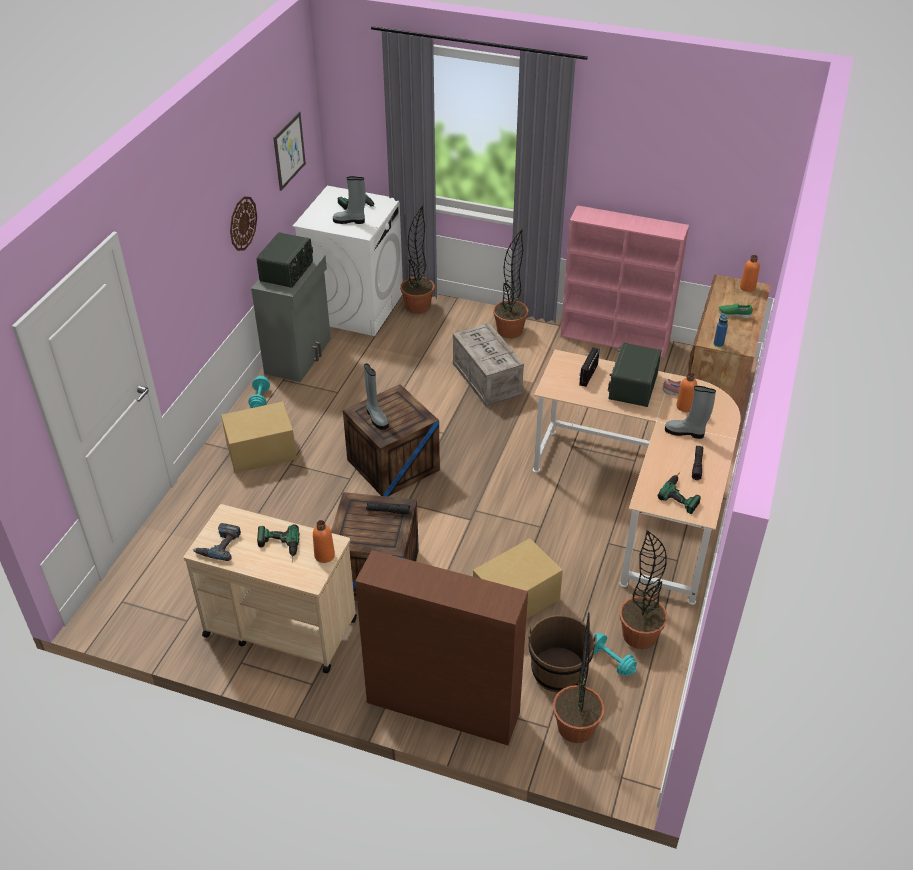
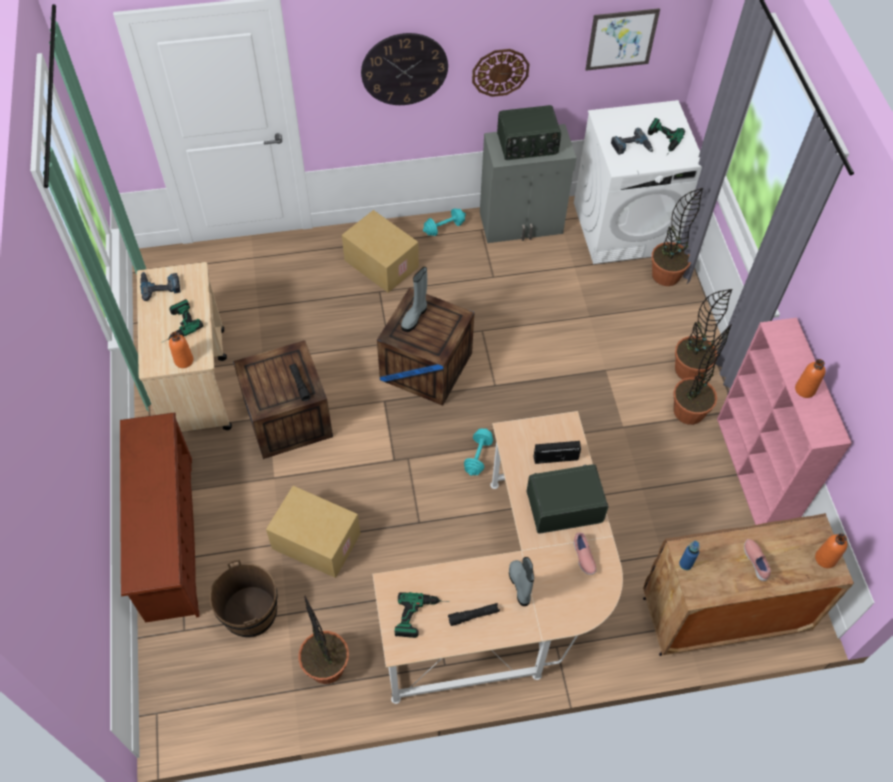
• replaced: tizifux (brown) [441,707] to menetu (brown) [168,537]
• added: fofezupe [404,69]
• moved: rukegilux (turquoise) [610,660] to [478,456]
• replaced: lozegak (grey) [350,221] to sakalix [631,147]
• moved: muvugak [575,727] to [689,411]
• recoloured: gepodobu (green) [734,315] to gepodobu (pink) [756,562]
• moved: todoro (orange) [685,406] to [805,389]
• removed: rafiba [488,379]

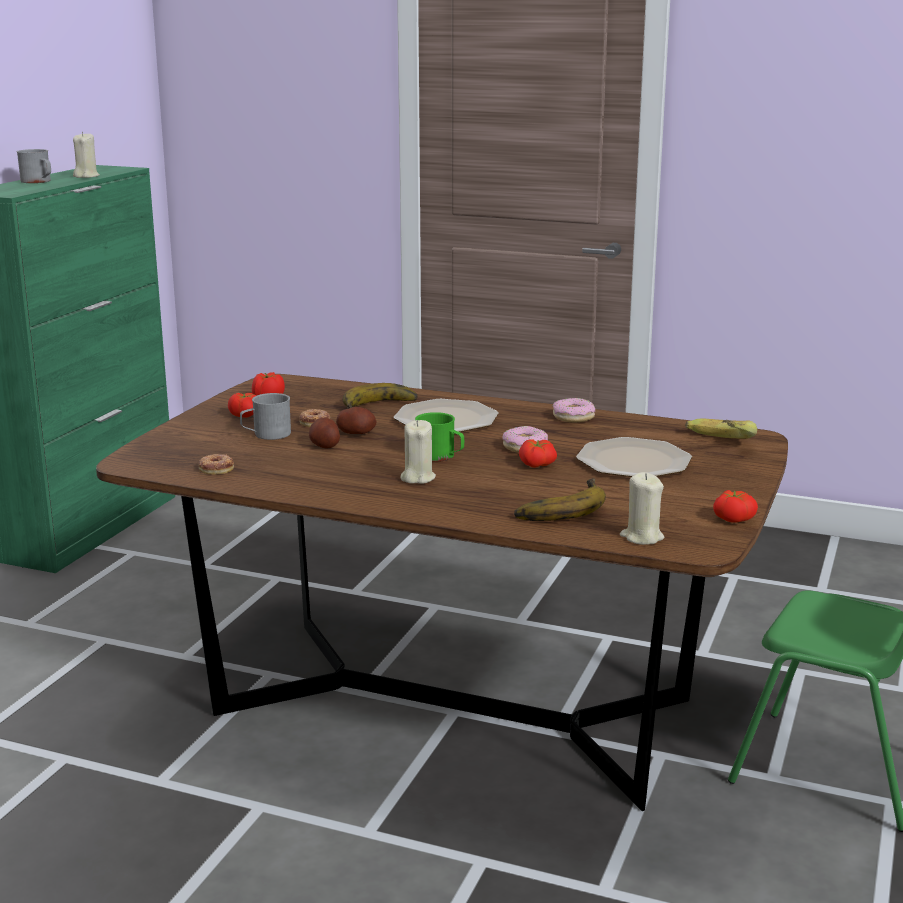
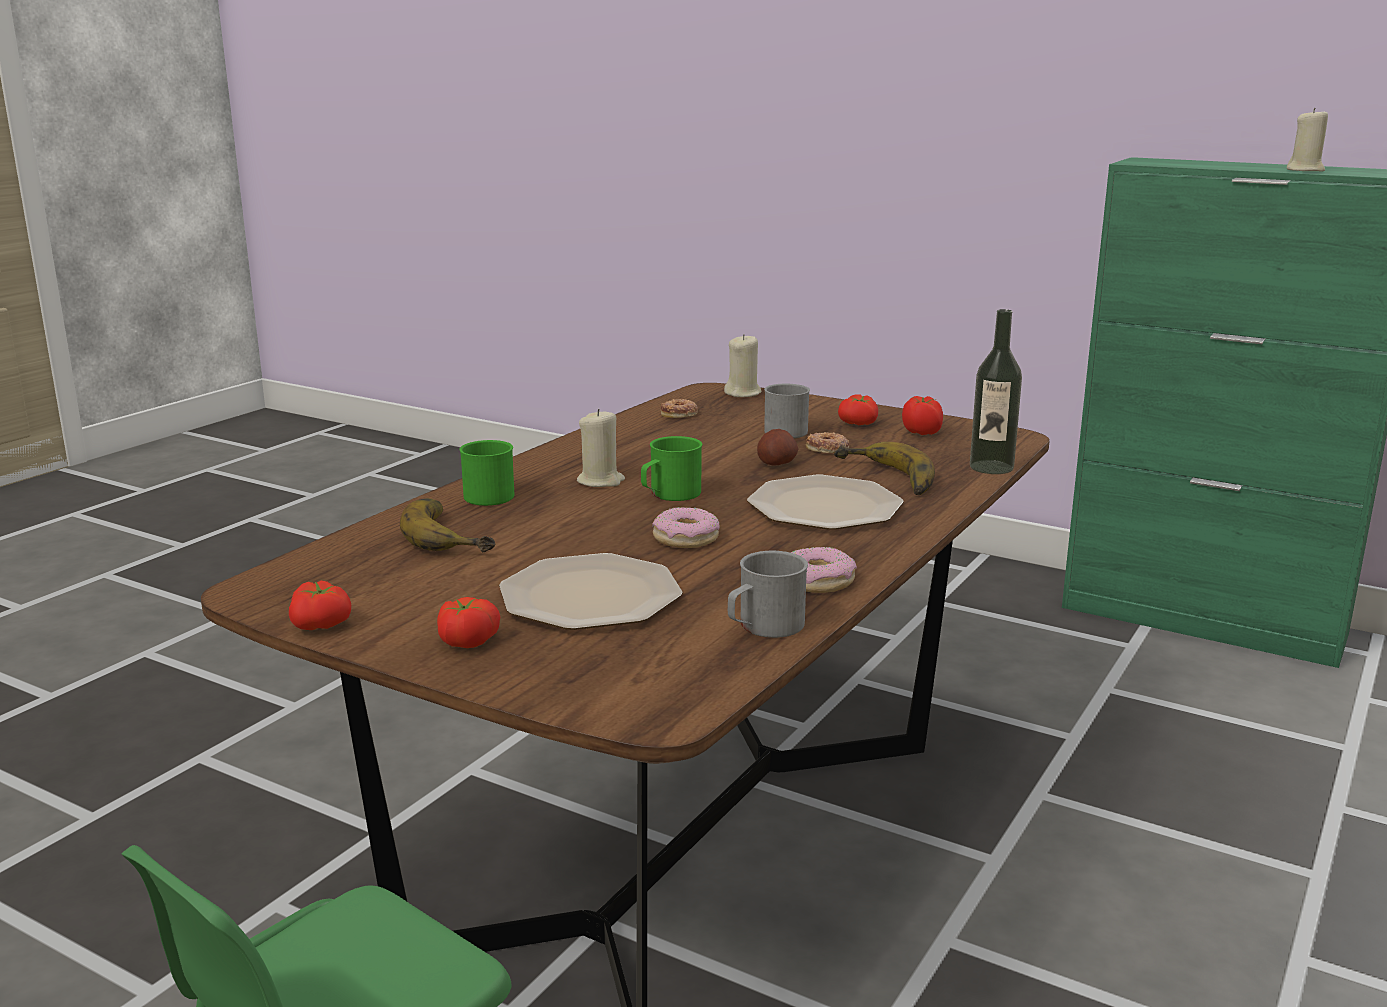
• moved: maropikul [536,465] to [466,641]
• added: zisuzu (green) [488,494]
• moved: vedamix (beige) [642,537] to [743,393]
• moved: zisuzu (grey) [38,181] to [764,627]
• added: todoro [991,467]
• removed: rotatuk [324,445]
• removed: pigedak [716,446]

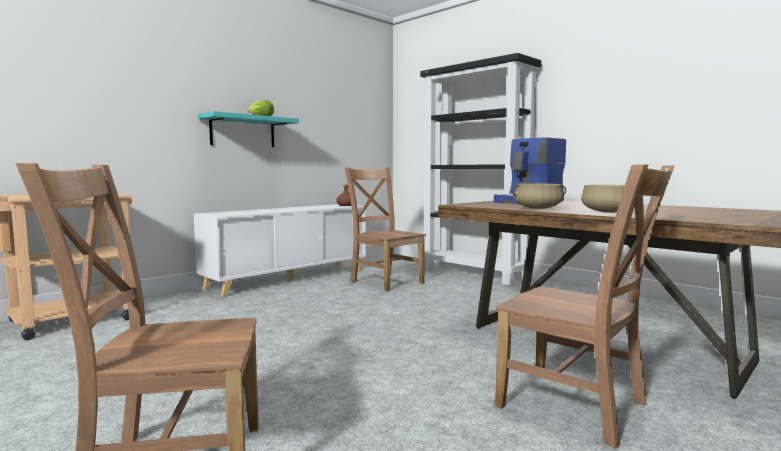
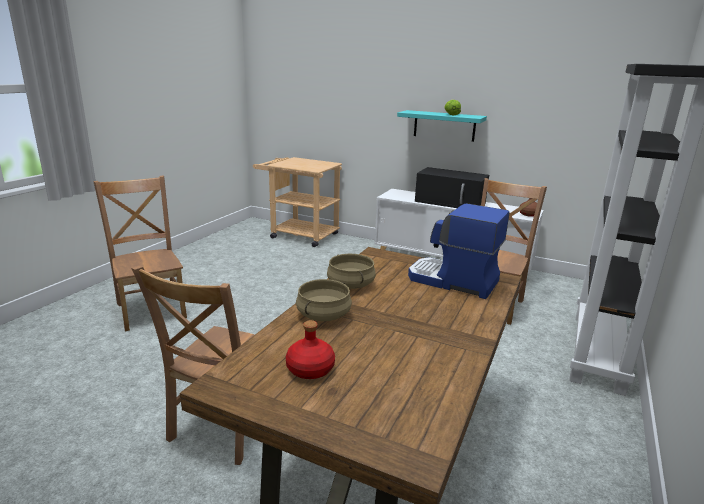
• added: todoro (red) [309,369]
• added: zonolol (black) [451,202]

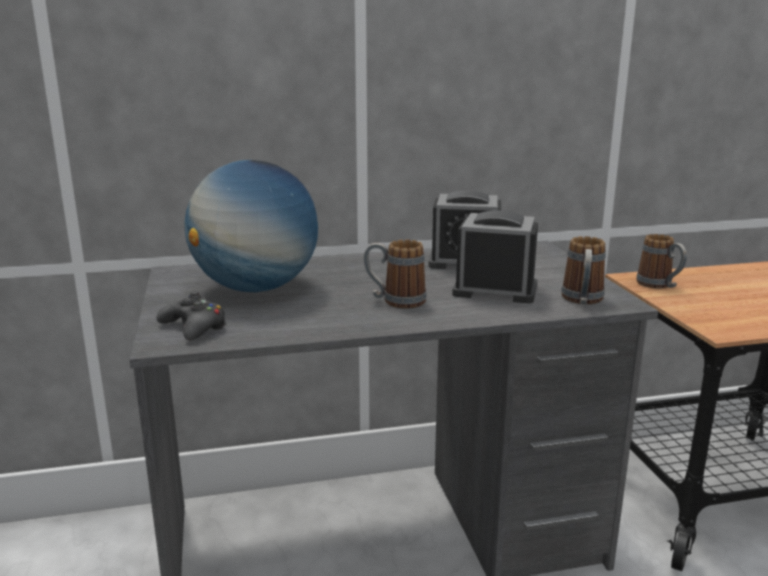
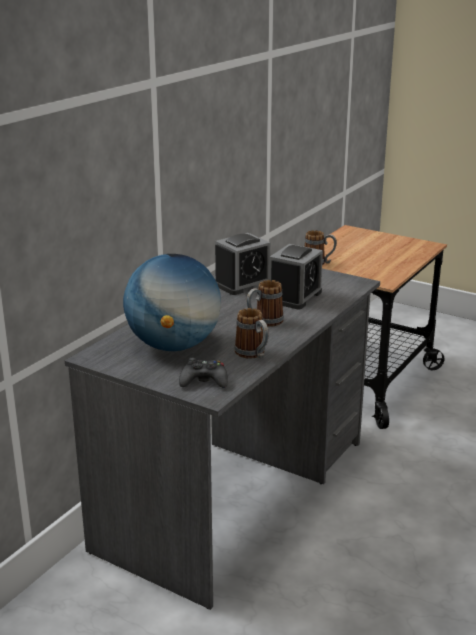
• moved: zisuzu [582,301] to [253,355]
• turned: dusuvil [495,290] = [295,296] 150 degrees clockwise

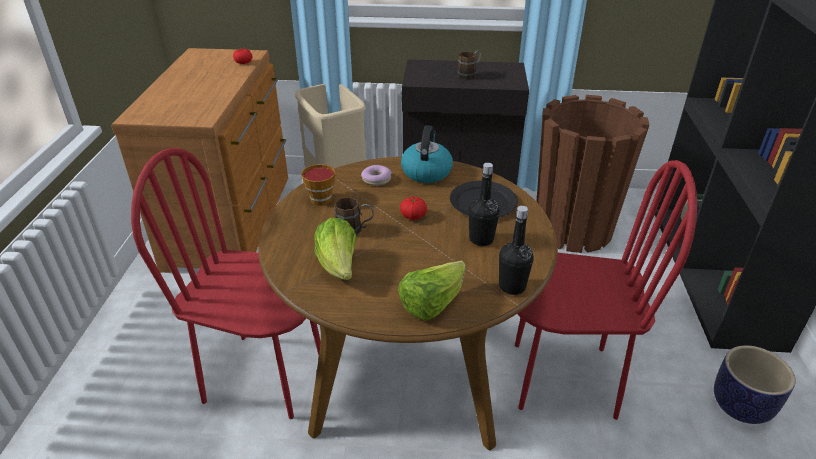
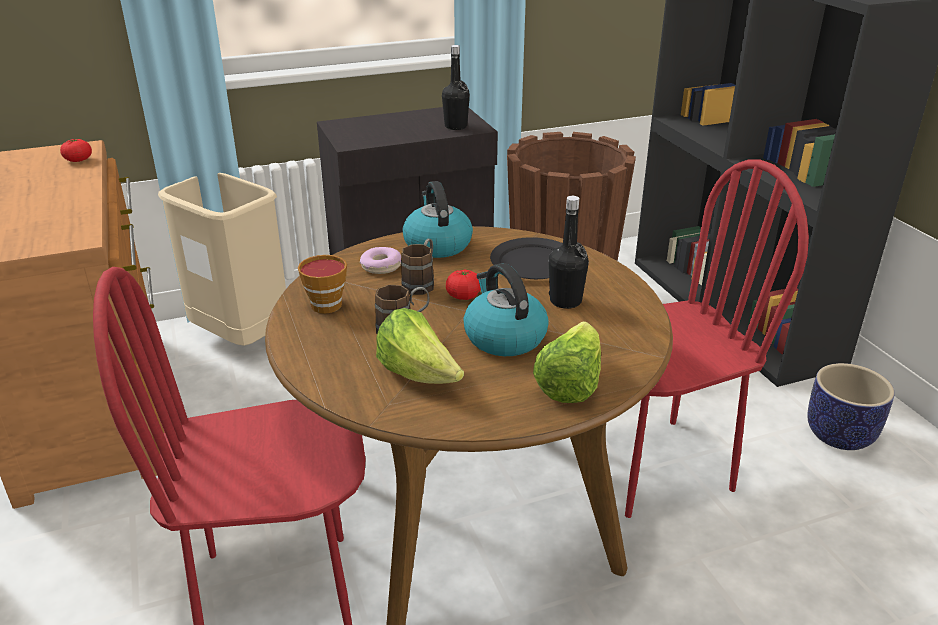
• moved: zisuzu (brown) [469,75] to [421,283]
• moved: todoro (black) [512,286] to [456,126]
• added: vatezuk [503,337]

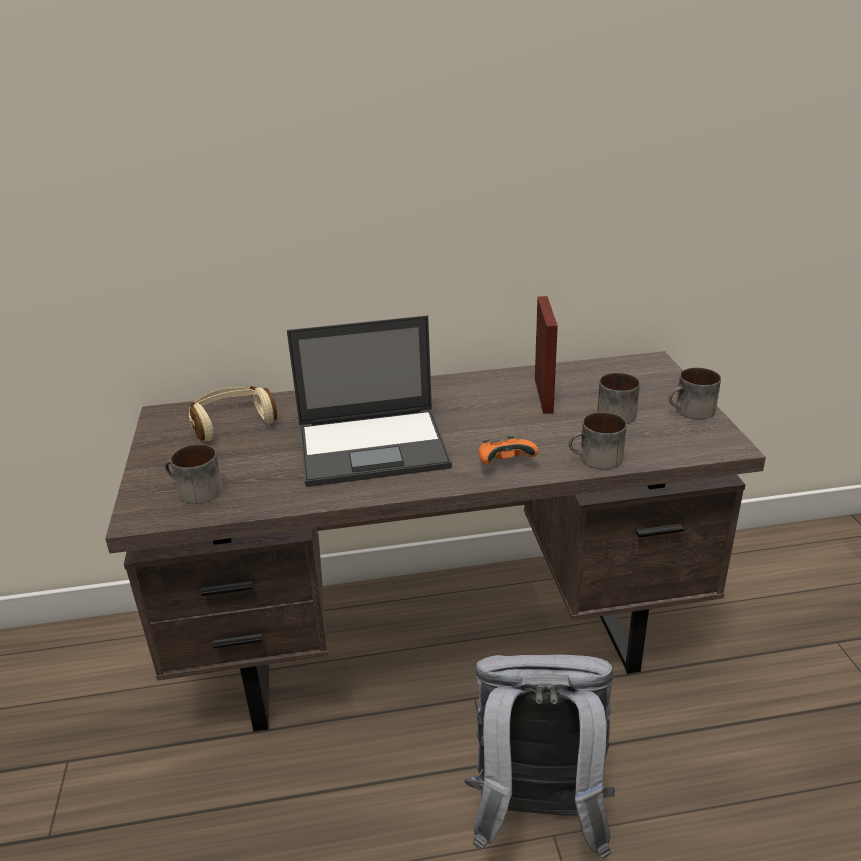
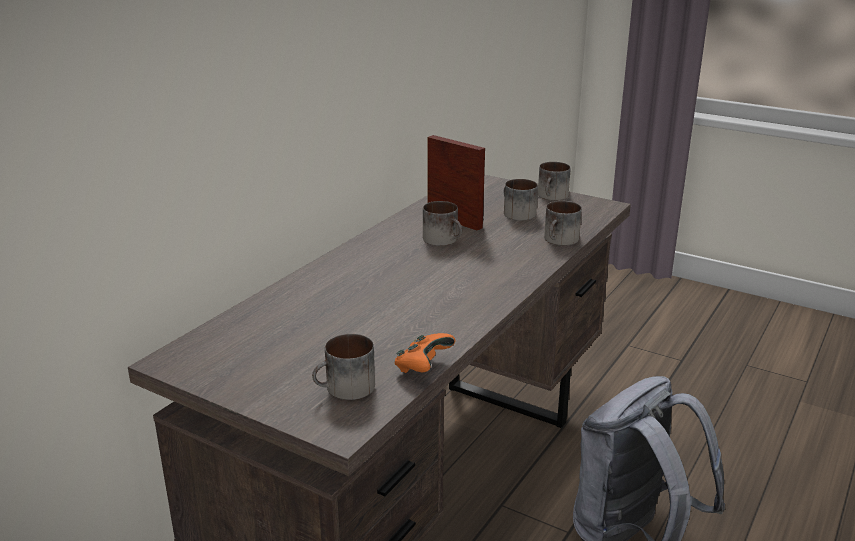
• moved: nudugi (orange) [505,463] to [423,367]
• added: zisuzu [444,240]
• removed: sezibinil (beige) [232,422]
• removed: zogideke [374,446]

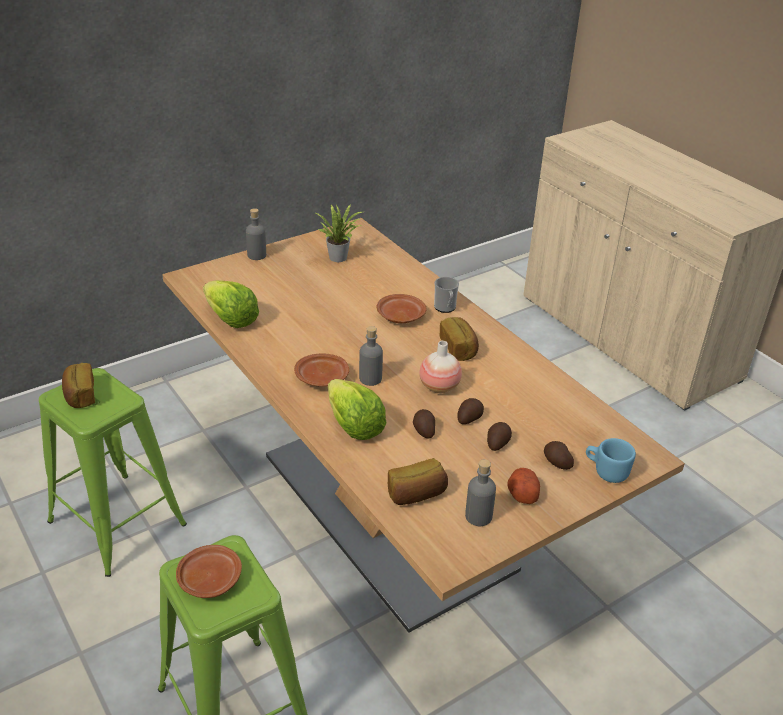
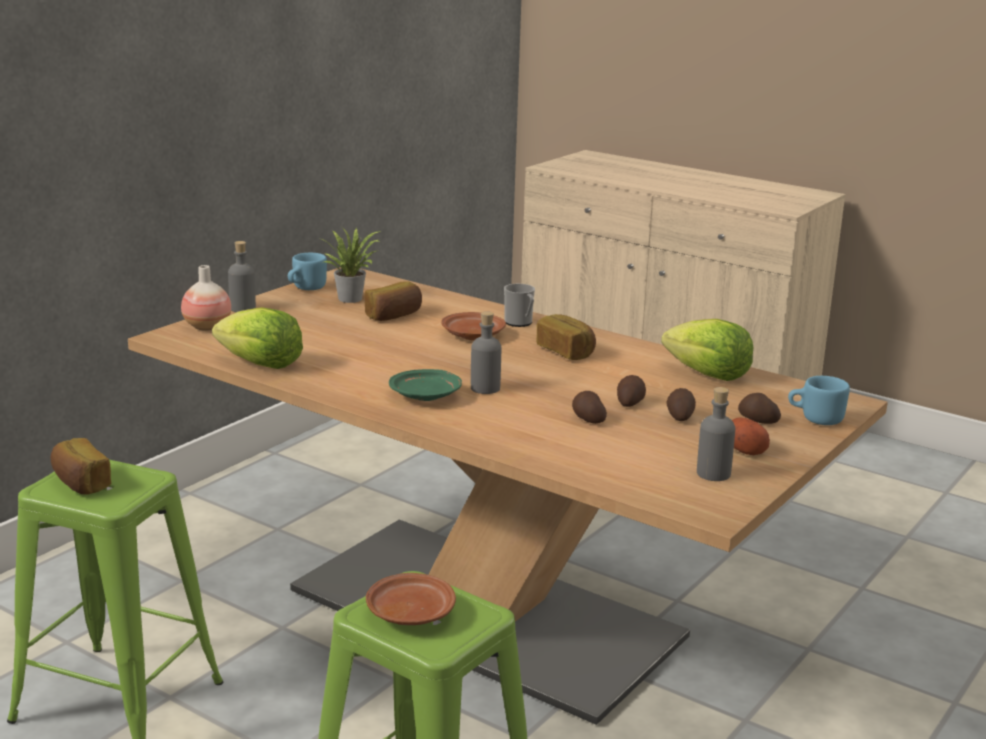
• moved: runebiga [439,387] to [207,327]
• added: zisuzu (blue) [305,288]
• moved: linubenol [416,495] to [394,315]
• recoloured: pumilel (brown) [322,378] to pumilel (green) [426,396]
• moved: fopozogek [353,426] to [707,375]

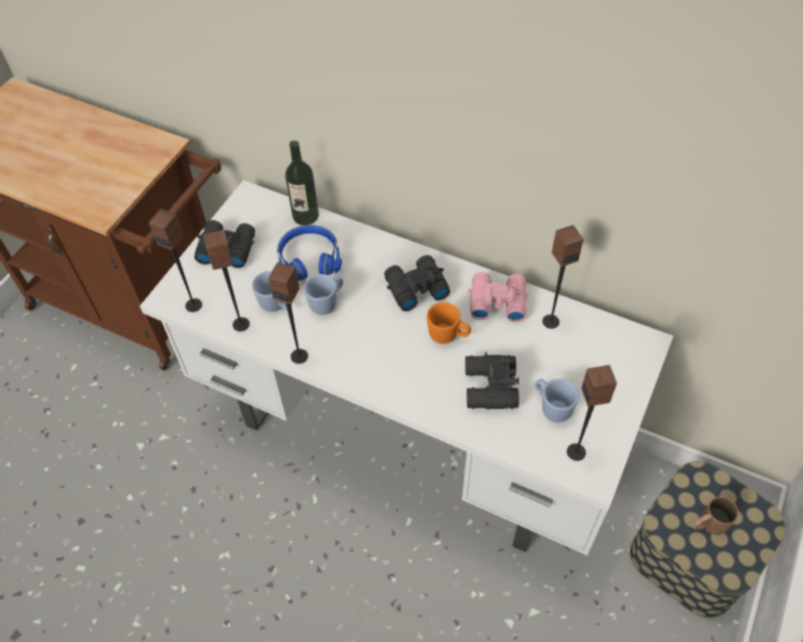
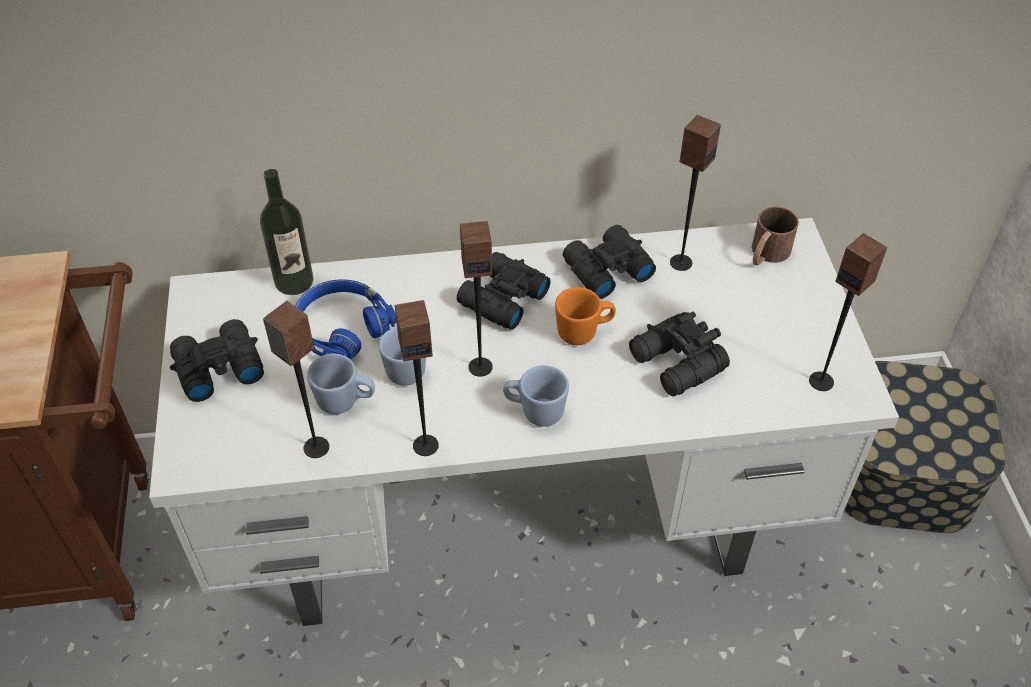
• moved: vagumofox [194,305] to [480,366]
• moved: zisuzu (blue) [551,407] to [535,411]
• recoloured: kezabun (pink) [496,301] to kezabun (black) [605,269]
• moved: zisuzu (brown) [708,523] to [766,254]

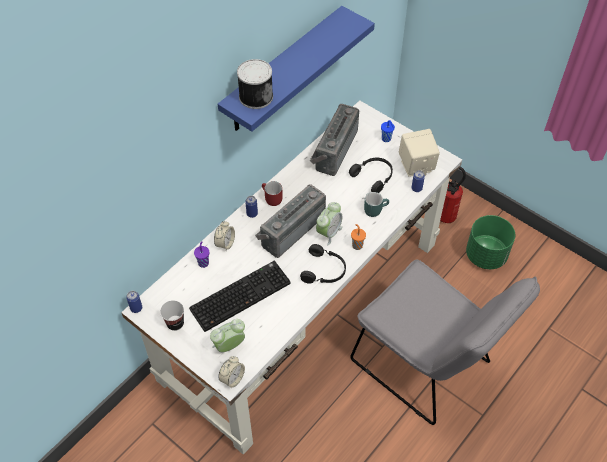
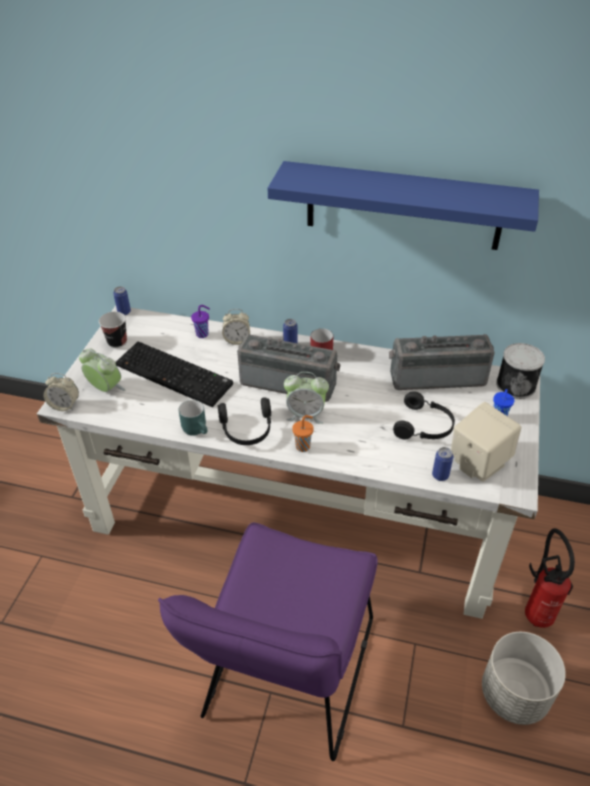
• recoloured: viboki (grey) [427,367] to viboki (purple) [285,679]
• moved: zisuzu (turquoise) [375,209] to [198,429]
• recoloured: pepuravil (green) [486,255] to pepuravil (grey) [514,695]
• moved: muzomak [255,96] to [516,384]

